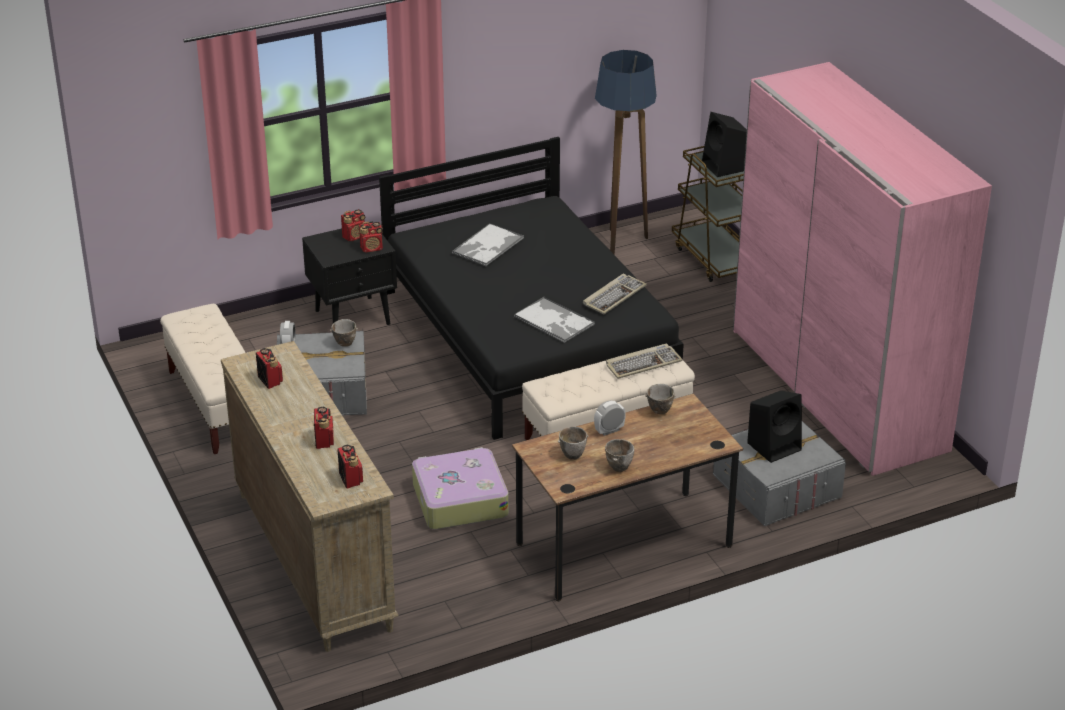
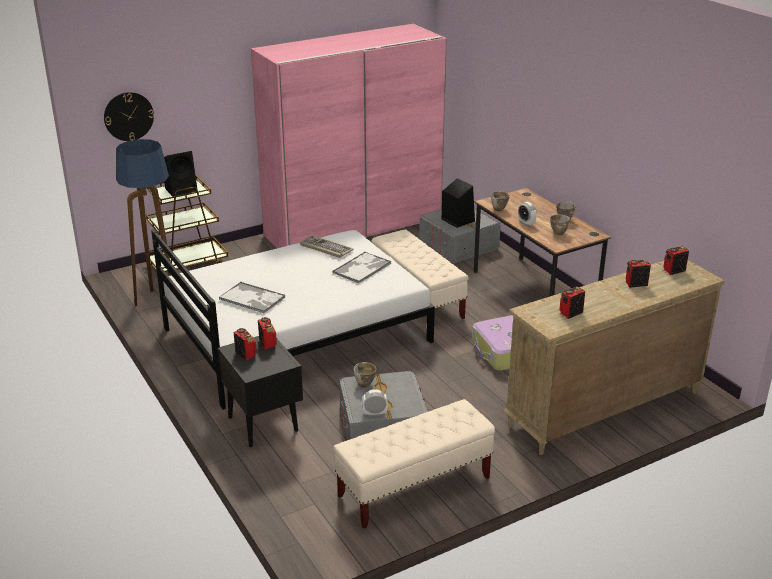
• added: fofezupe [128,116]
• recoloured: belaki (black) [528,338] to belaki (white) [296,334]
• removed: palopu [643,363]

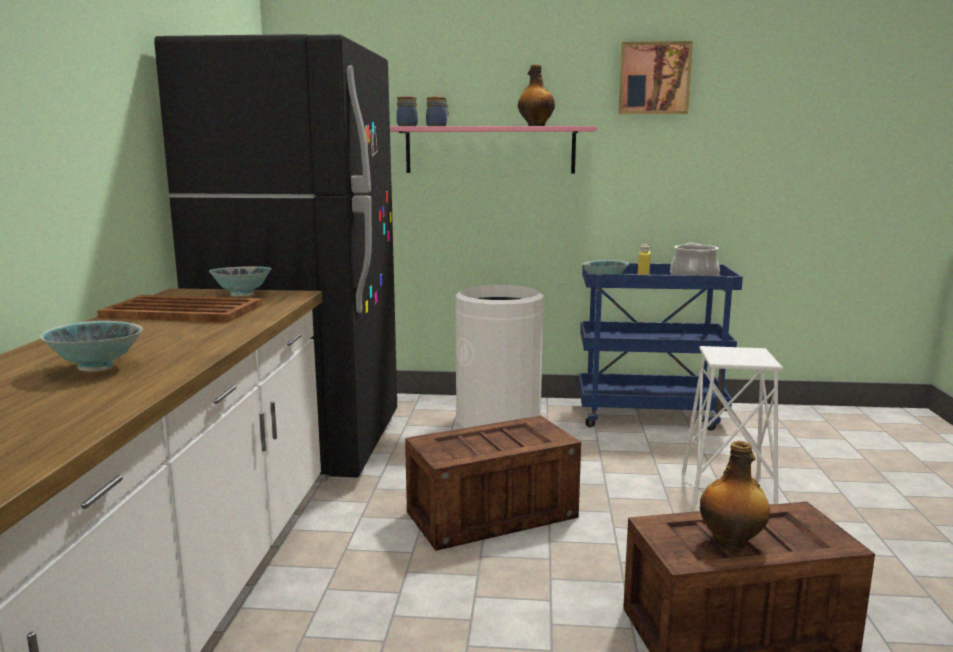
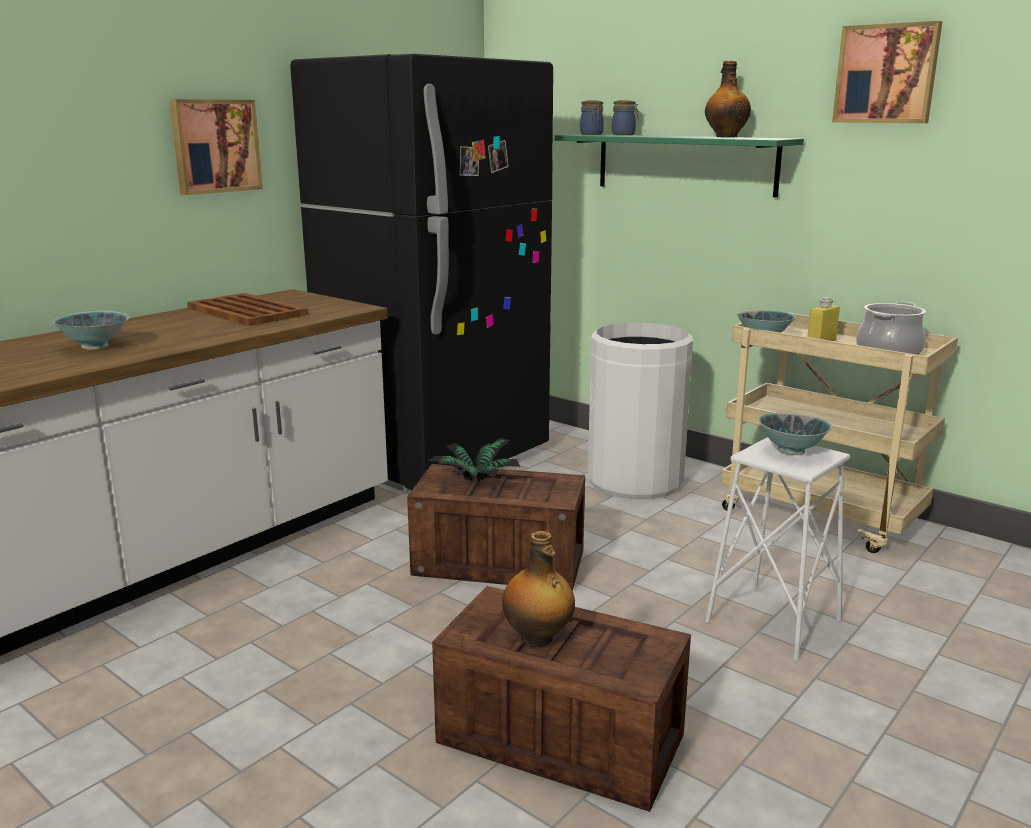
• added: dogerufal [215,146]
• added: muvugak [475,483]
• recoloured: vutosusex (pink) [490,150] to vutosusex (green) [685,164]
• recoloured: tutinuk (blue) [650,415] to tutinuk (beige) [822,516]
• moved: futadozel [242,295] to [791,451]

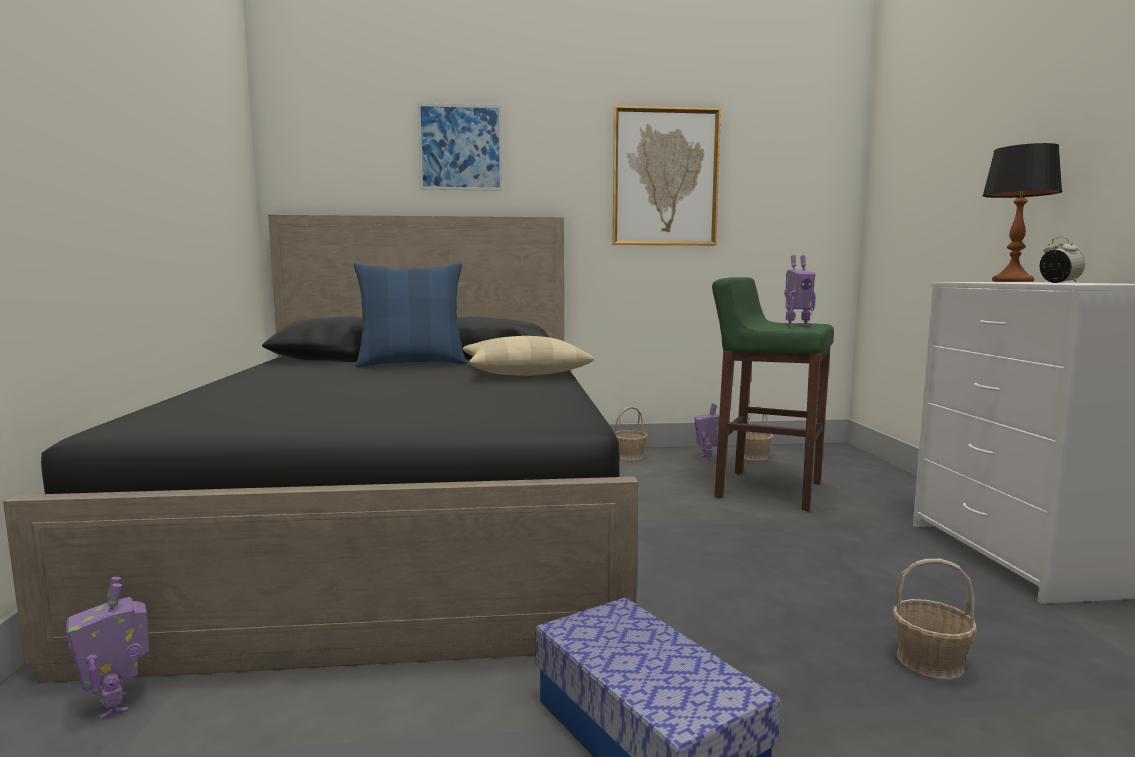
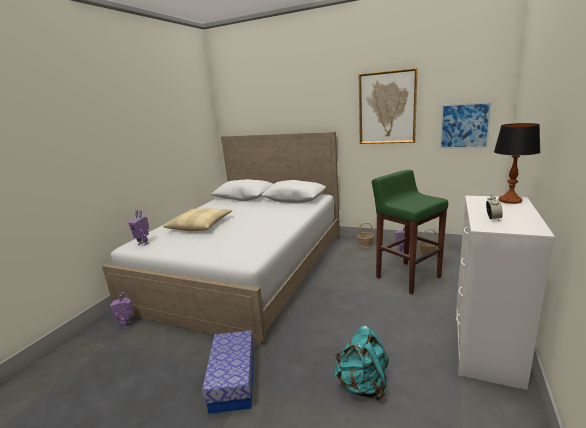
• recoloured: belaki (black) [403,521] to belaki (white) [246,268]
• moved: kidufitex [796,325] to [143,243]
• moved: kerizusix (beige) [524,371] to [200,225]
• replaced: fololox [930,662] to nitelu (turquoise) [363,385]
• moved: dogerufal [460,147] to [464,126]
• removed: kerizusix (blue) [412,363]

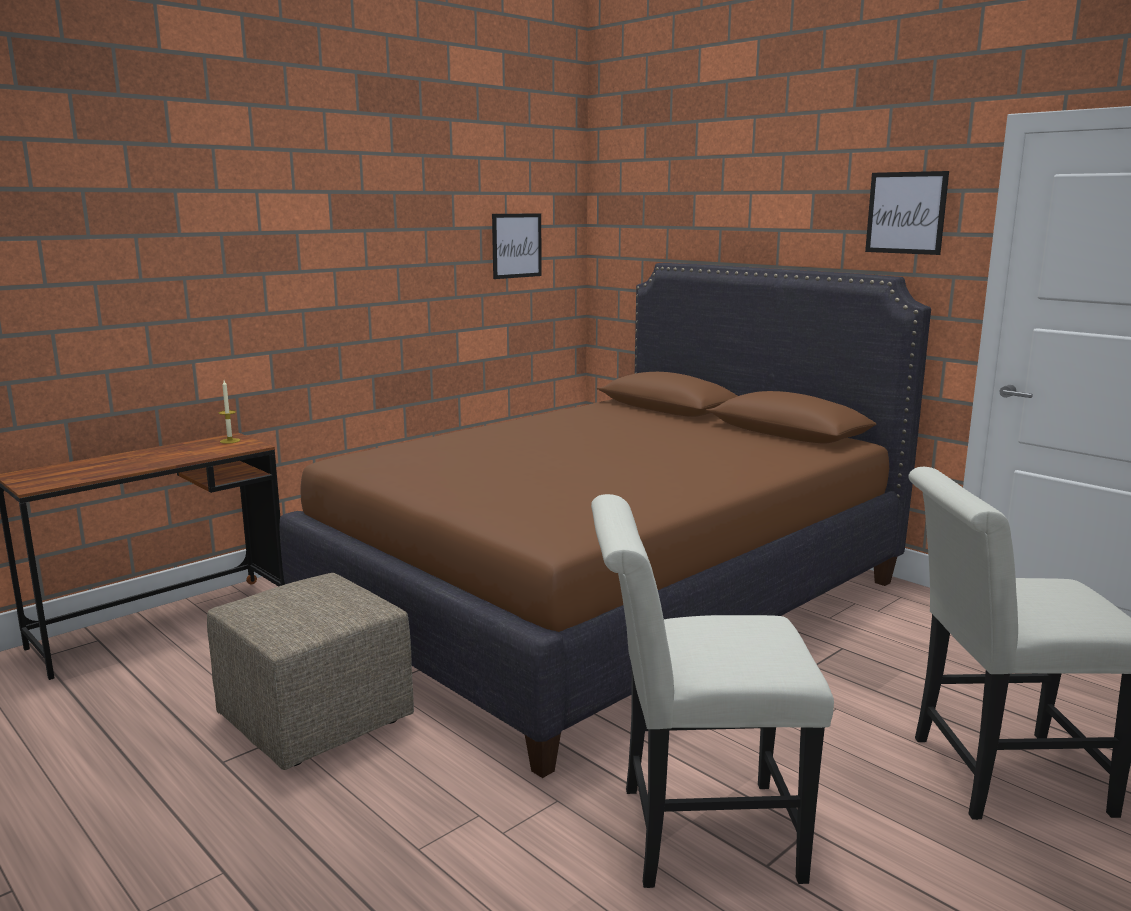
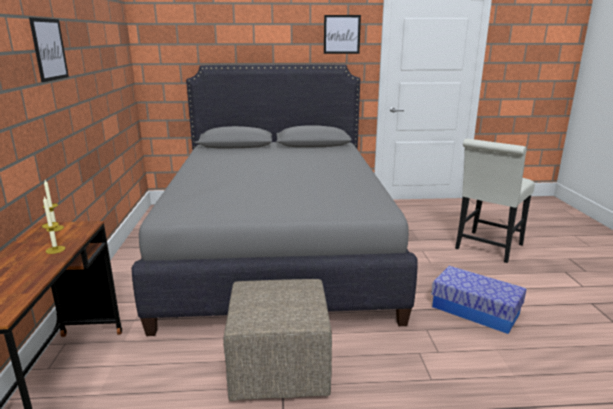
• moved: dogerufal [516,245] to [49,49]
• added: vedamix [55,250]
• recoloured: belaki (brown) [607,598] to belaki (grey) [277,250]
• replaced: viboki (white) [694,833] to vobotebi [475,310]

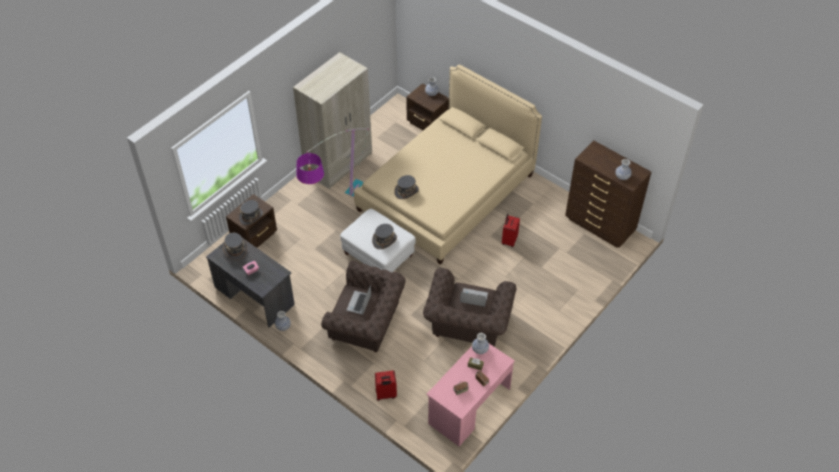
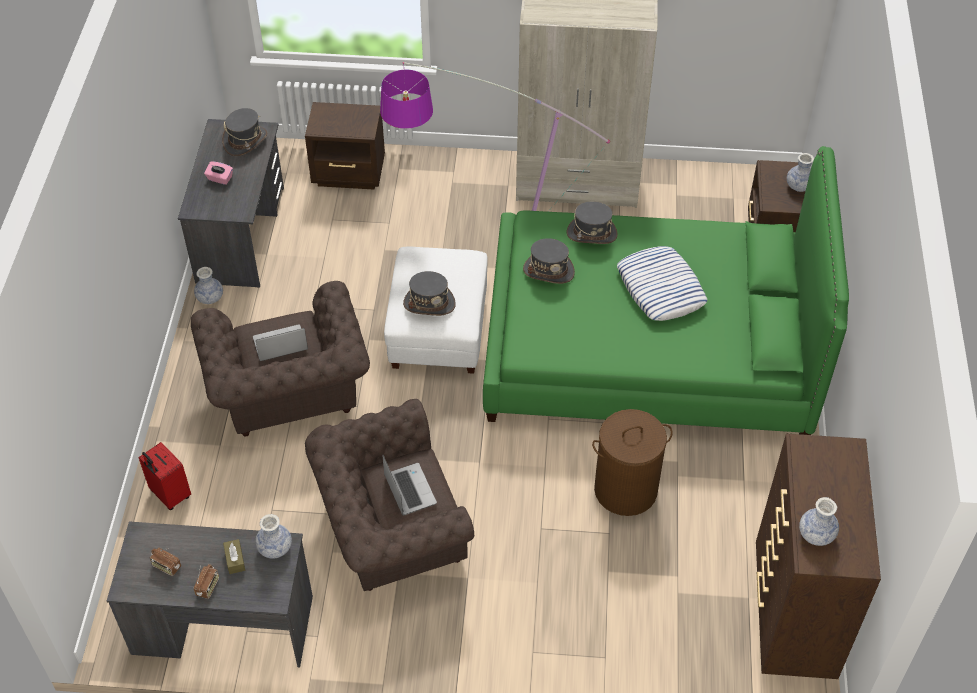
• recoloured: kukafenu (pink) [469,406] to kukafenu (grey) [223,625]
• recoloured: belaki (beige) [446,192] to belaki (green) [649,344]
• moved: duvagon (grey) [251,216] to [591,233]
• replaced: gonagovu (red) [509,240] to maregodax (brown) [625,489]
• added: kerizusix [661,288]

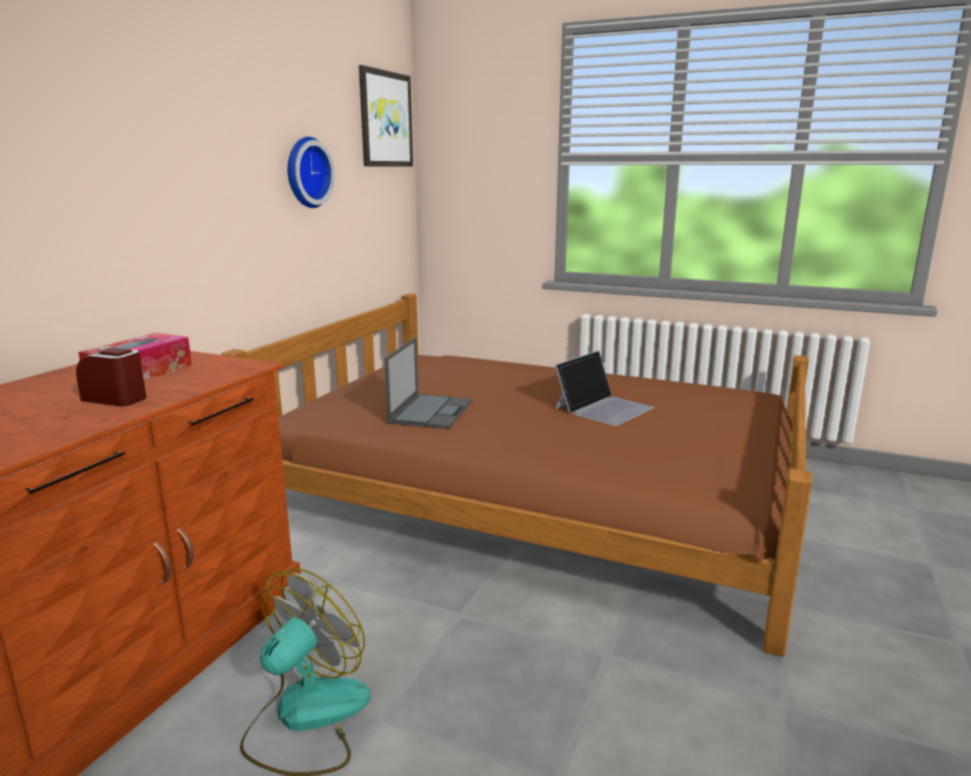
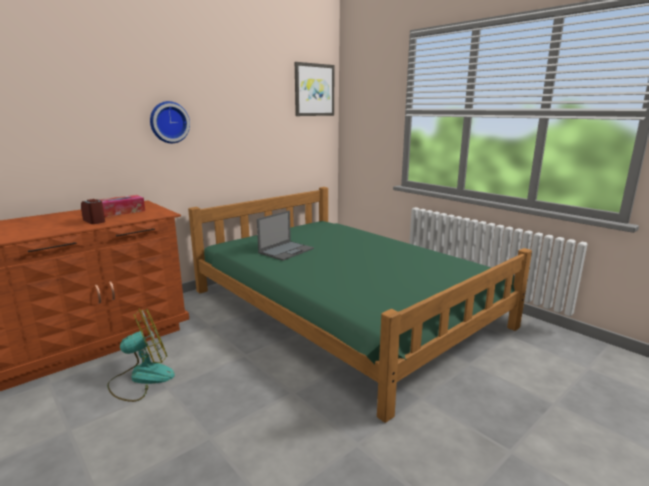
• moved: fofezupe [305,172] to [169,122]
• recoloured: belaki (brown) [538,495] to belaki (green) [345,308]
• removed: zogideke [603,408]

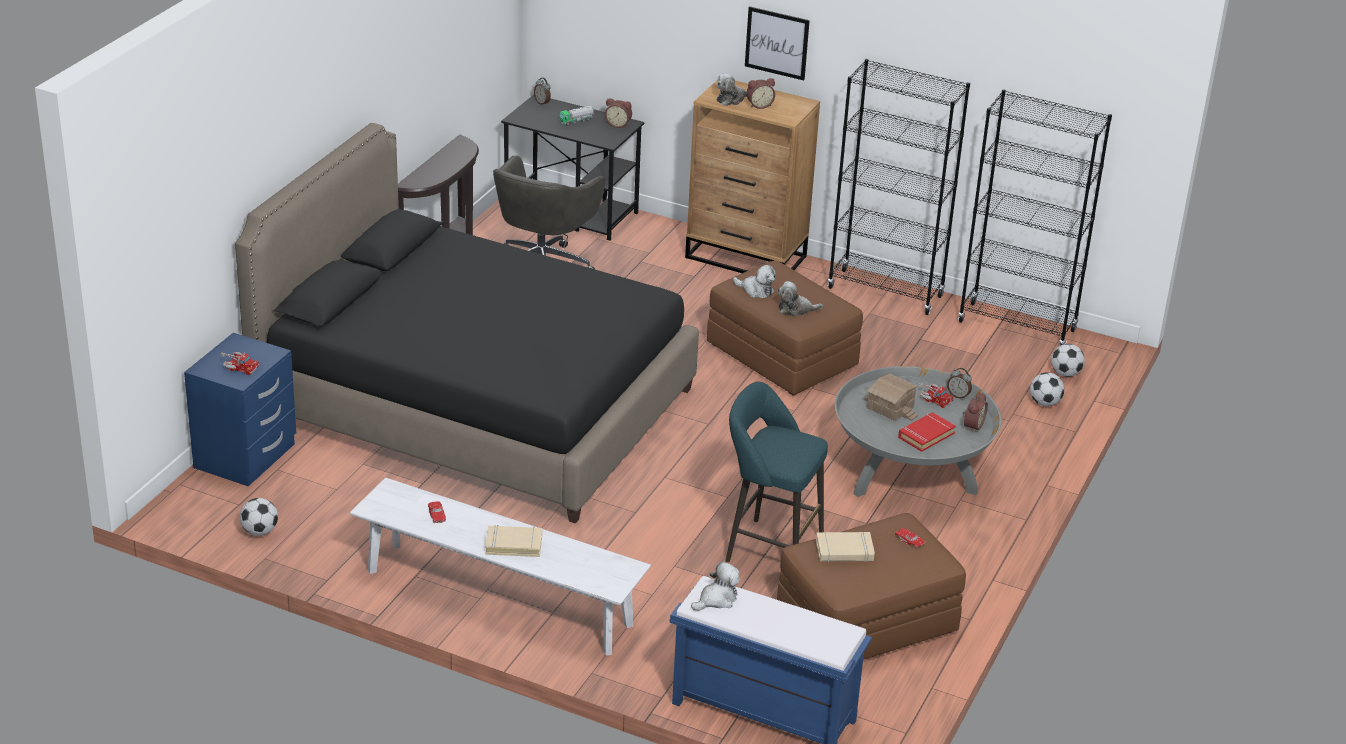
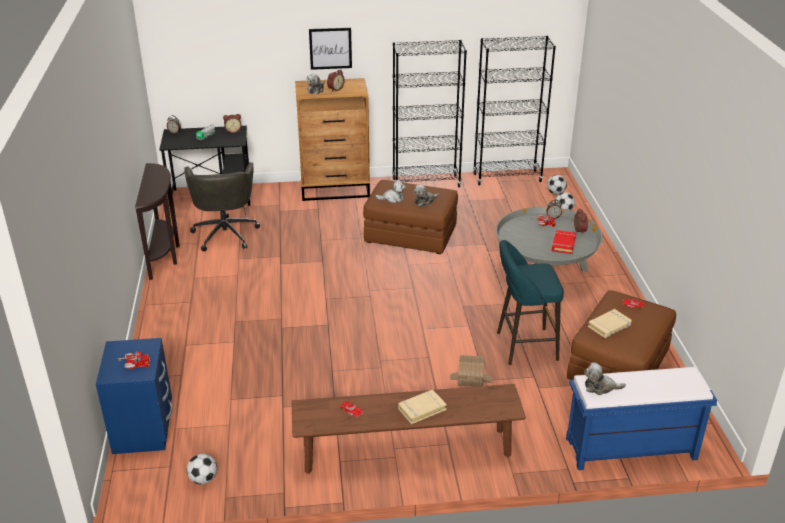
• recoloured: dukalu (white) [498,598] to dukalu (brown) [406,451]
• moved: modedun [890,408] to [470,379]
• turned: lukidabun [717,599] = [600,387] 105 degrees counterclockwise
• removed: belaki (black) [475,404]

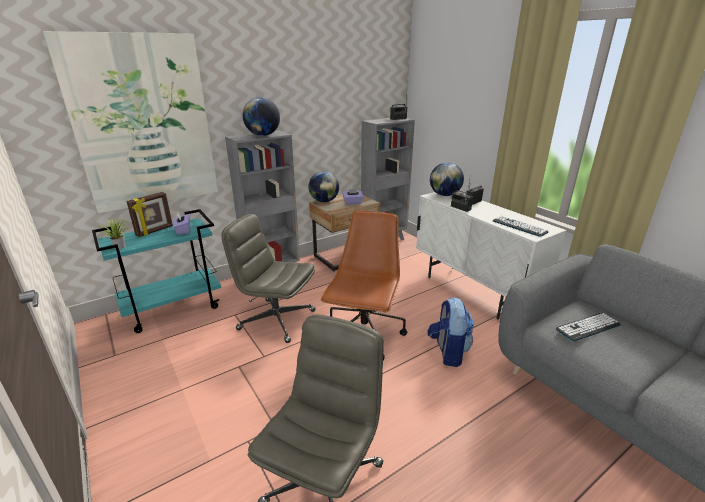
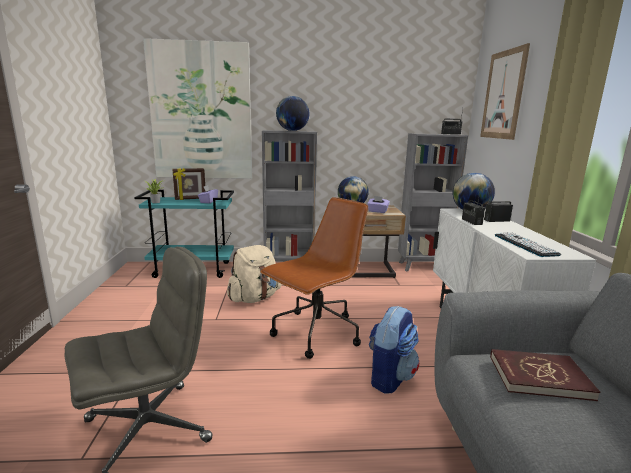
• replaced: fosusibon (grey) [276,320] to nitelu (beige) [254,298]
• added: dogerufal [503,95]
• replaced: palopu [588,327] to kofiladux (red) [539,377]

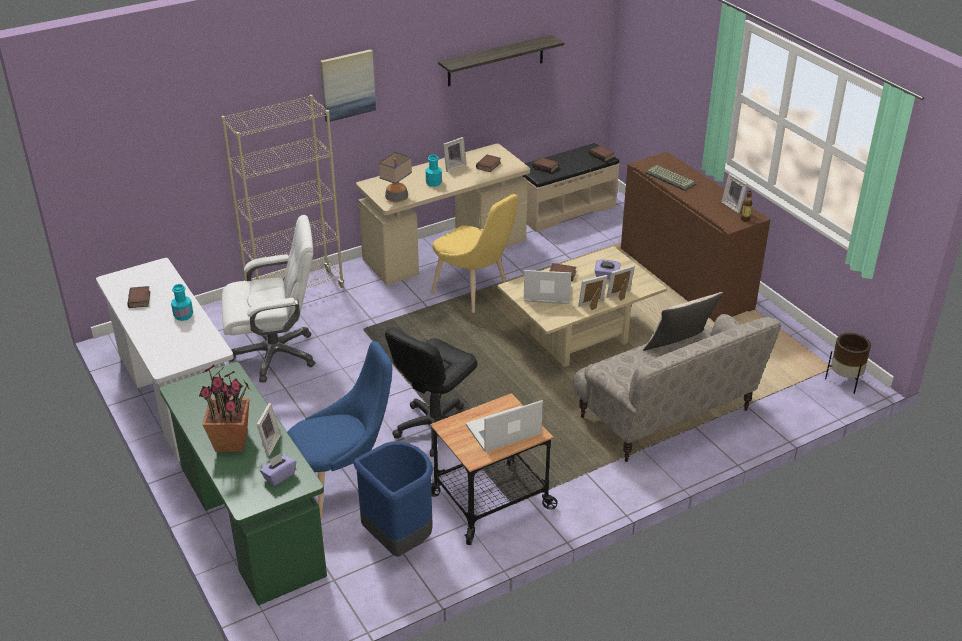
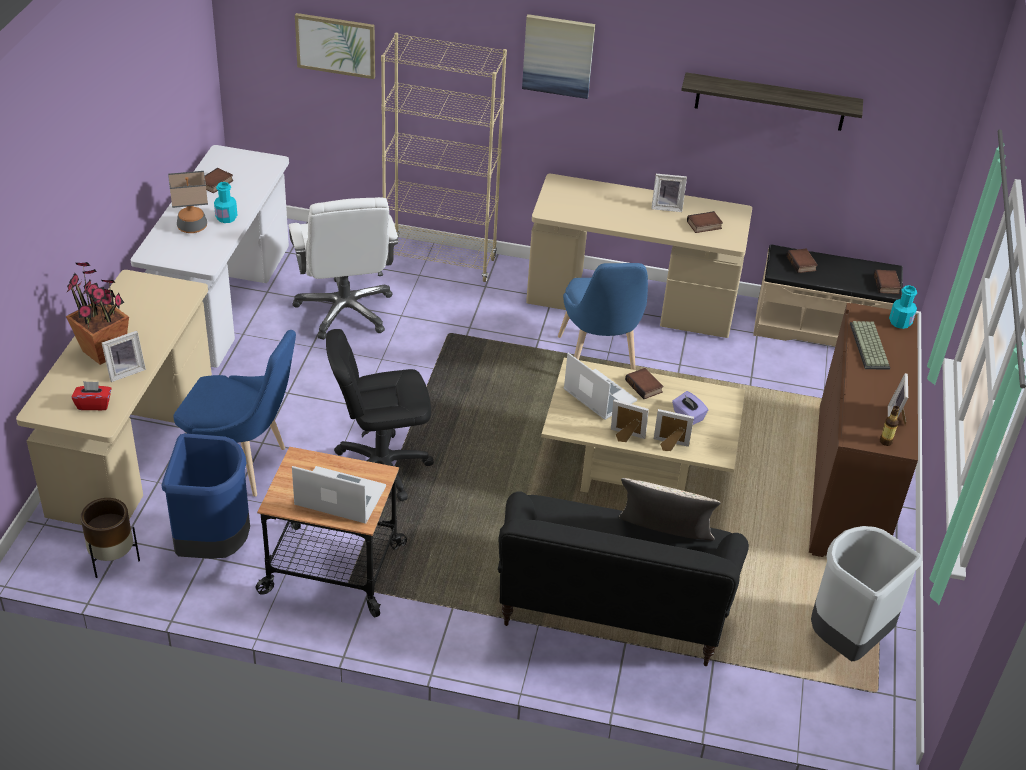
• recoloured: kukafenu (green) [250,522] to kukafenu (beige) [133,445]
• recoloured: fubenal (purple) [279,476] to fubenal (red) [94,404]
• moved: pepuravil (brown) [844,381] to [113,560]
• moved: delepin [396,198] to [192,227]
• turned: fosusibon (white) [275,354] = [345,310] 45 degrees clockwise
• added: dogerufal [336,45]
• recoloured: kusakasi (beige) [667,416] to kusakasi (black) [612,611]
• recoloured: viboki (yellow) [474,294] to viboki (blue) [598,362]
• added: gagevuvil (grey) [845,640]
• moved: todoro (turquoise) [433,183] to [900,322]

